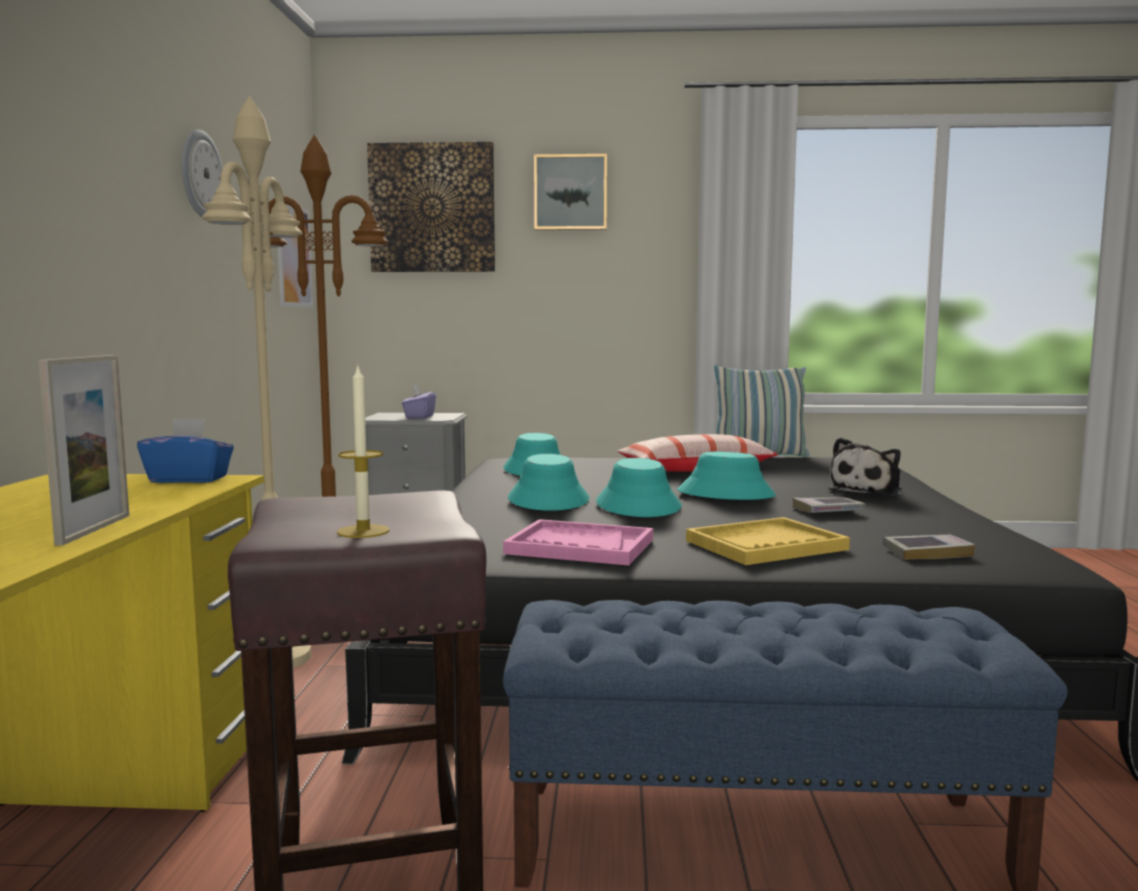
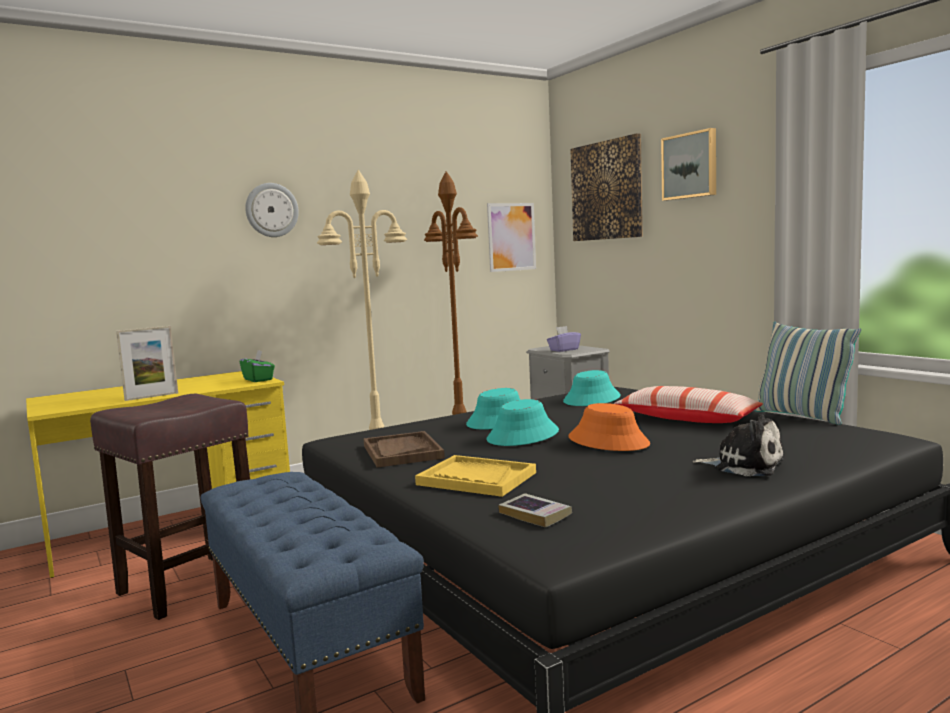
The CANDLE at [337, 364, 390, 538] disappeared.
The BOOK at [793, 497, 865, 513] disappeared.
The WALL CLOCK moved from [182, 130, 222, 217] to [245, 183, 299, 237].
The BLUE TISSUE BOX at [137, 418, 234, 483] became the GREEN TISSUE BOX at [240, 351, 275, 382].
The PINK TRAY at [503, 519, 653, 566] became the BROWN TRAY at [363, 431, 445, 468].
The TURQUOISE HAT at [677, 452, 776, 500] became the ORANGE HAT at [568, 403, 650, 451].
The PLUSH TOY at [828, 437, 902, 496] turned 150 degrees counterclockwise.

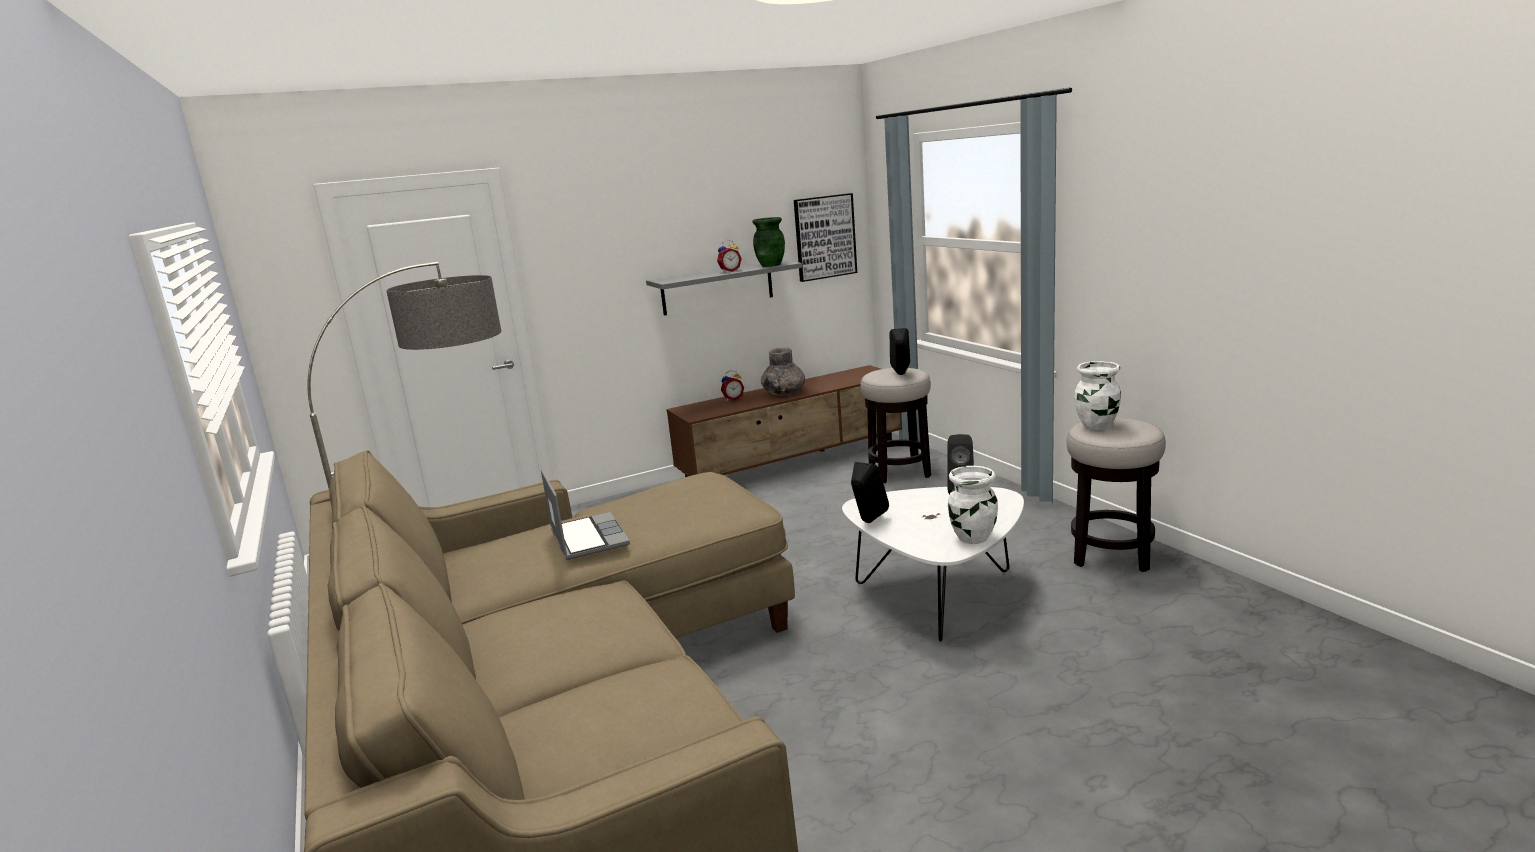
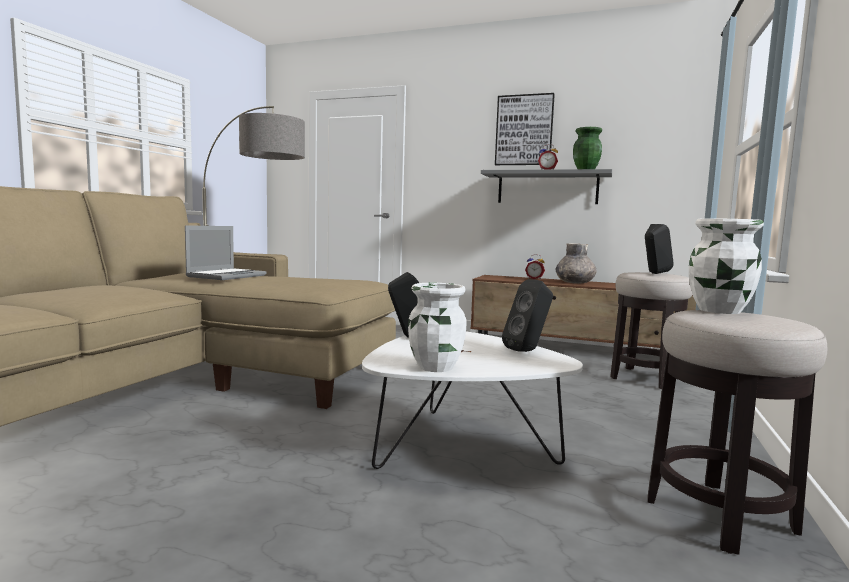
The PICTURE moved from [794, 193, 857, 282] to [495, 93, 555, 165].

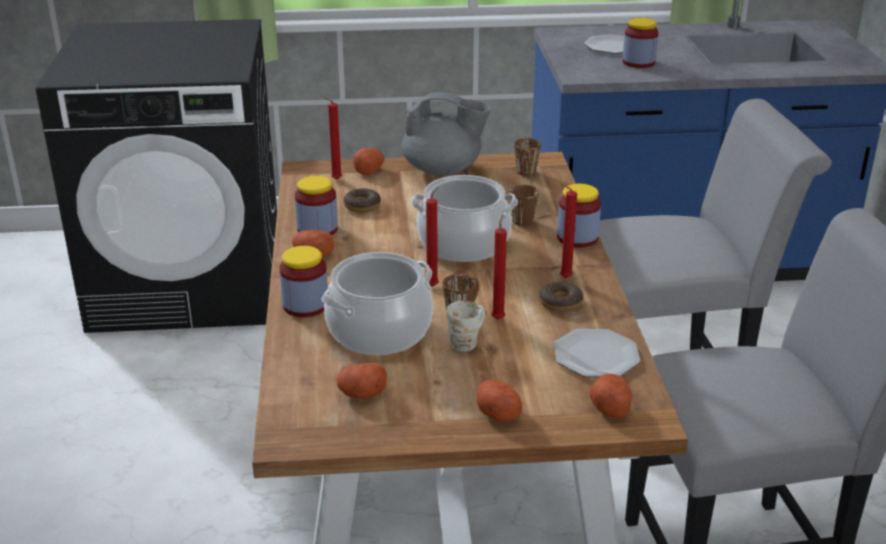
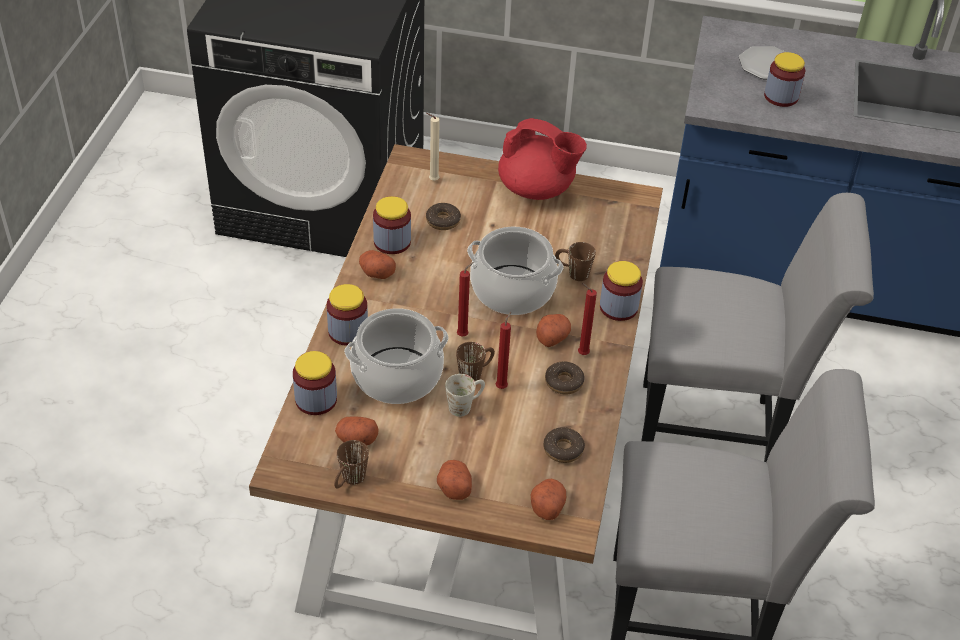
The JAR at [293, 351, 337, 415] appeared.
The POTATO moved from [353, 148, 384, 175] to [536, 314, 571, 347].
The BROWN MUG moved from [514, 138, 541, 176] to [334, 440, 369, 489].
The PLATE at [554, 329, 640, 377] was replaced by the DONUT at [543, 427, 585, 463].
The RED CANDLE at [324, 97, 342, 180] became the BEIGE CANDLE at [426, 113, 440, 181].
The GREY TEAPOT at [401, 92, 491, 176] became the RED TEAPOT at [498, 118, 587, 200].

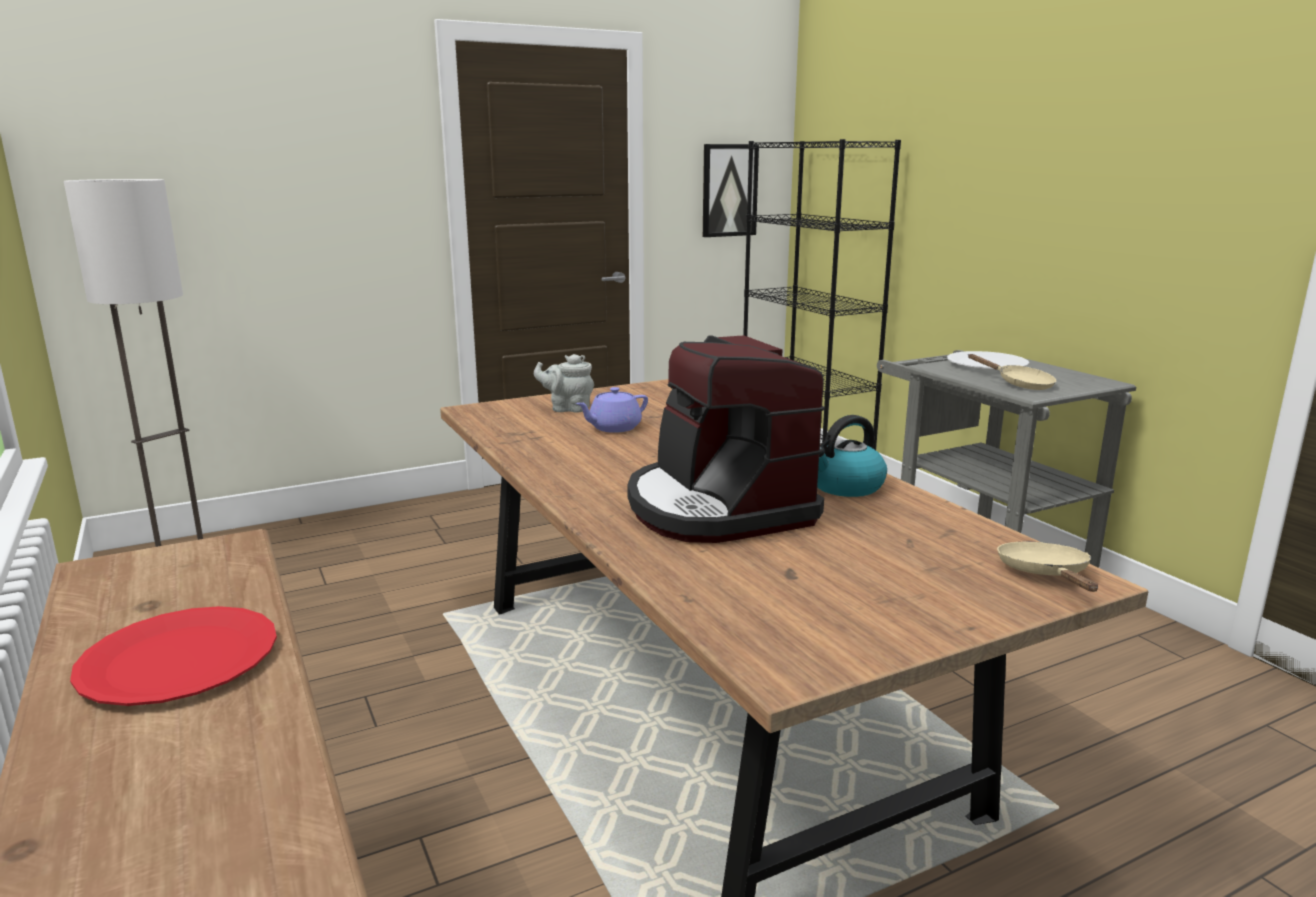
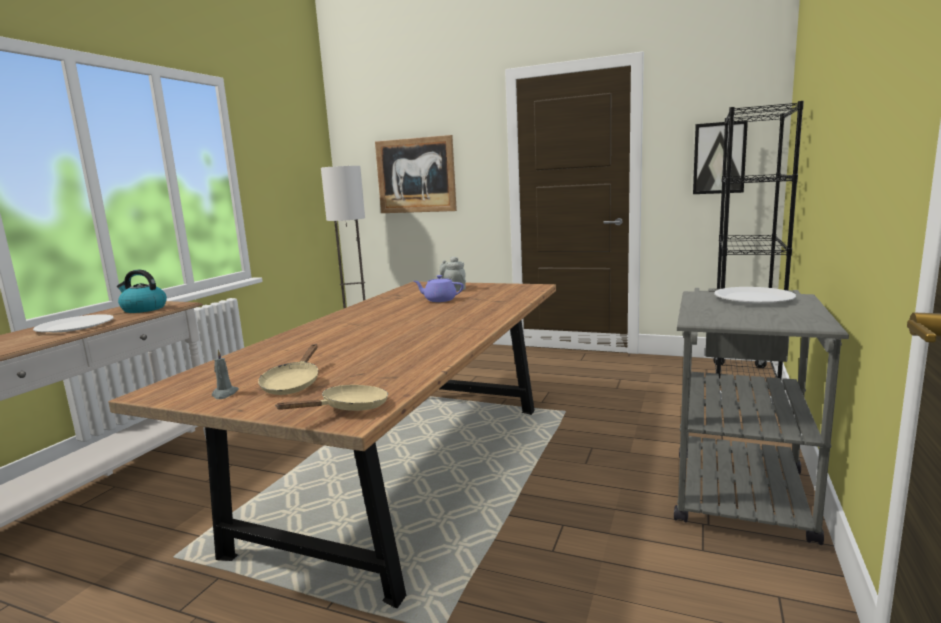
The COFFEE MACHINE at [627, 335, 824, 543] disappeared.
The GREY CANDLE at [212, 350, 239, 399] appeared.
The PICTURE at [375, 135, 457, 213] appeared.
The KETTLE moved from [817, 415, 887, 497] to [117, 270, 167, 313].
The BEIGE FRYING PAN moved from [968, 354, 1056, 390] to [258, 344, 318, 395].
The RED PLATE at [70, 606, 277, 706] became the WHITE PLATE at [33, 314, 113, 332].

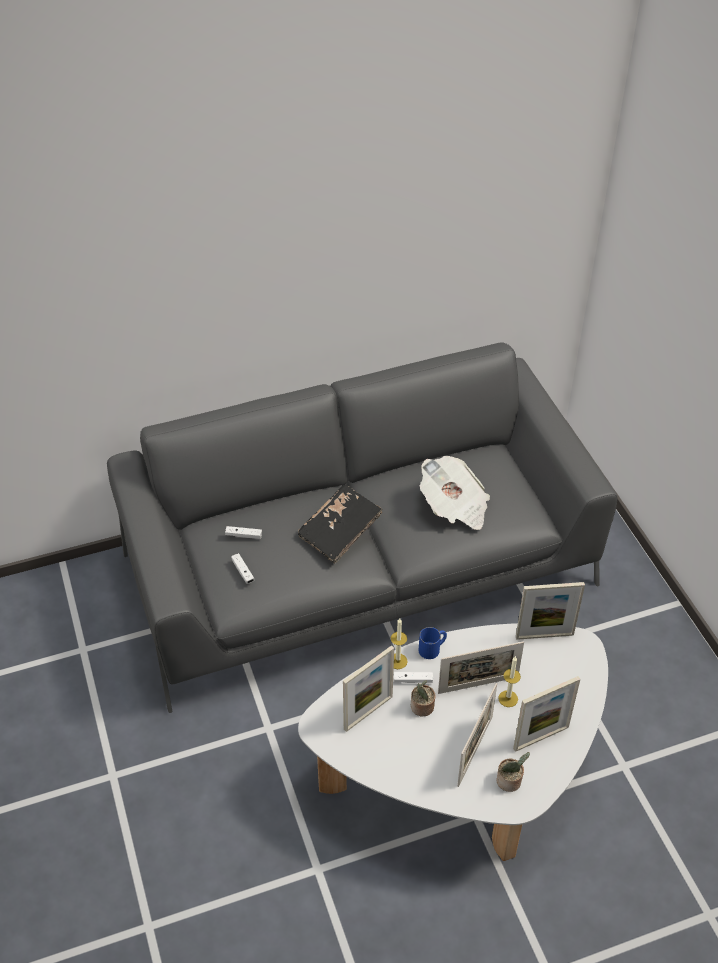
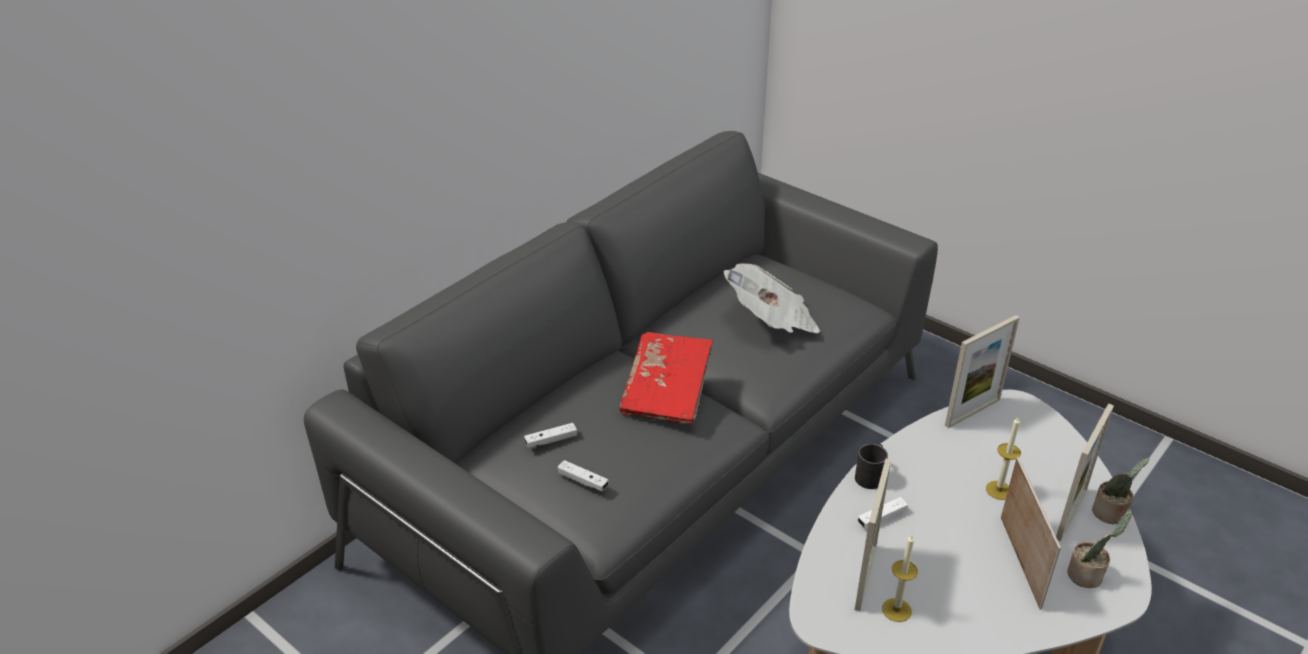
The PICTURE FRAME at [438, 641, 524, 694] disappeared.
The CANDLE moved from [391, 618, 408, 669] to [882, 535, 918, 622].
The POTTED PLANT moved from [411, 680, 436, 716] to [1092, 458, 1149, 524].
The BLACK BOOK at [298, 485, 383, 563] became the RED BOOK at [619, 332, 713, 425].
The BLUE MUG at [419, 627, 447, 659] became the BLACK MUG at [855, 444, 888, 489].

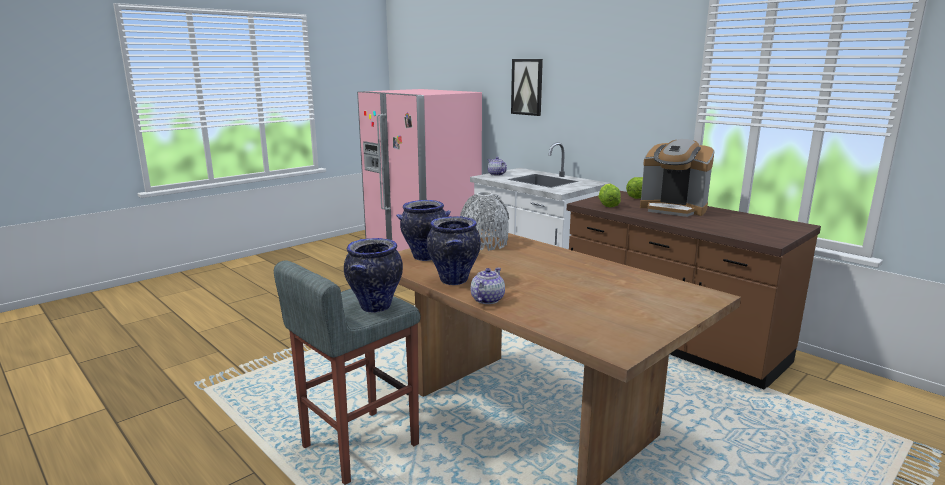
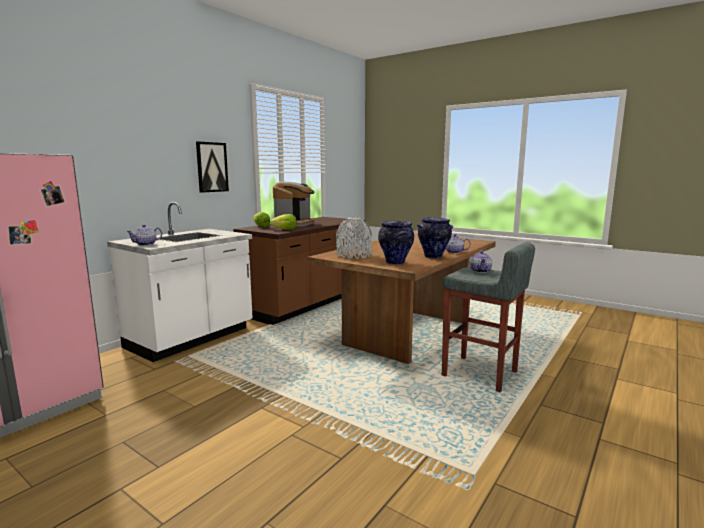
The PICTURE moved from [511, 59, 543, 116] to [196, 141, 229, 193].
The VASE at [344, 238, 403, 313] was replaced by the TEAPOT at [470, 251, 492, 273].

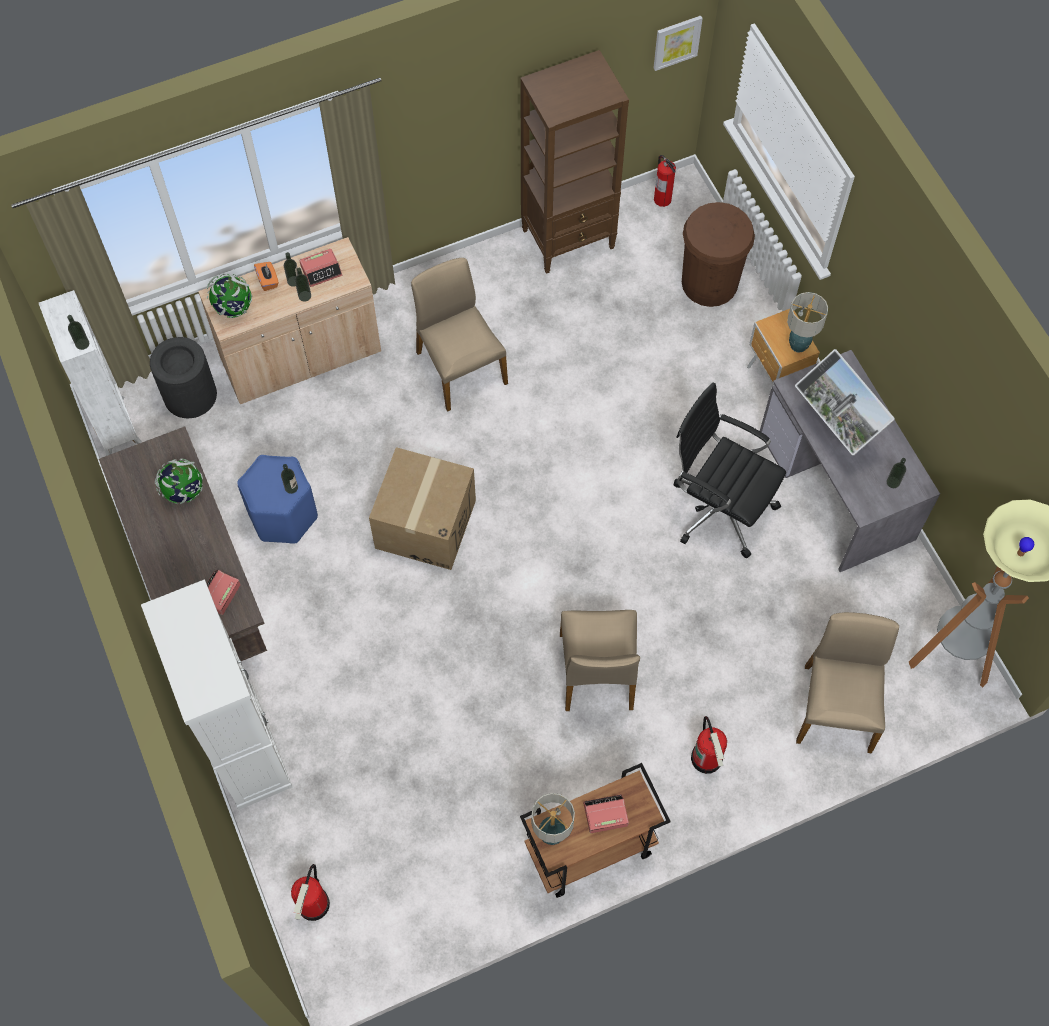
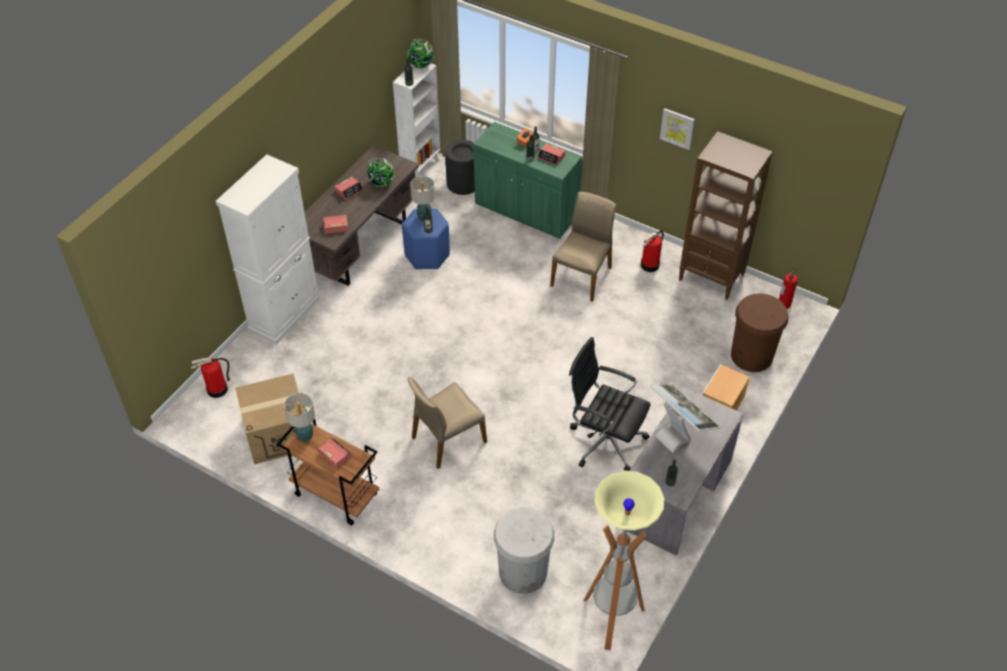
The ALARM CLOCK at [335, 176, 364, 200] appeared.
The GLOBE moved from [207, 273, 252, 318] to [407, 39, 434, 69].
The CARDBOARD BOX moved from [369, 447, 476, 570] to [235, 373, 303, 464].
The PICTURE moved from [654, 16, 703, 71] to [660, 108, 695, 150].
The FIRE EXTINGUISHER moved from [691, 716, 727, 774] to [641, 231, 664, 272].
The TABLE LAMP moved from [787, 292, 828, 353] to [410, 176, 435, 221].
The BEIGE CHAIR at [796, 612, 899, 754] was replaced by the WHITE TRASH CAN at [494, 508, 554, 594].
The BEIGE CABINET at [198, 237, 381, 404] became the GREEN CABINET at [474, 122, 582, 239].
The BLACK OFFICE CHAIR at [673, 383, 786, 559] turned 60 degrees counterclockwise.
The MONITOR at [795, 349, 895, 455] turned 120 degrees clockwise.

